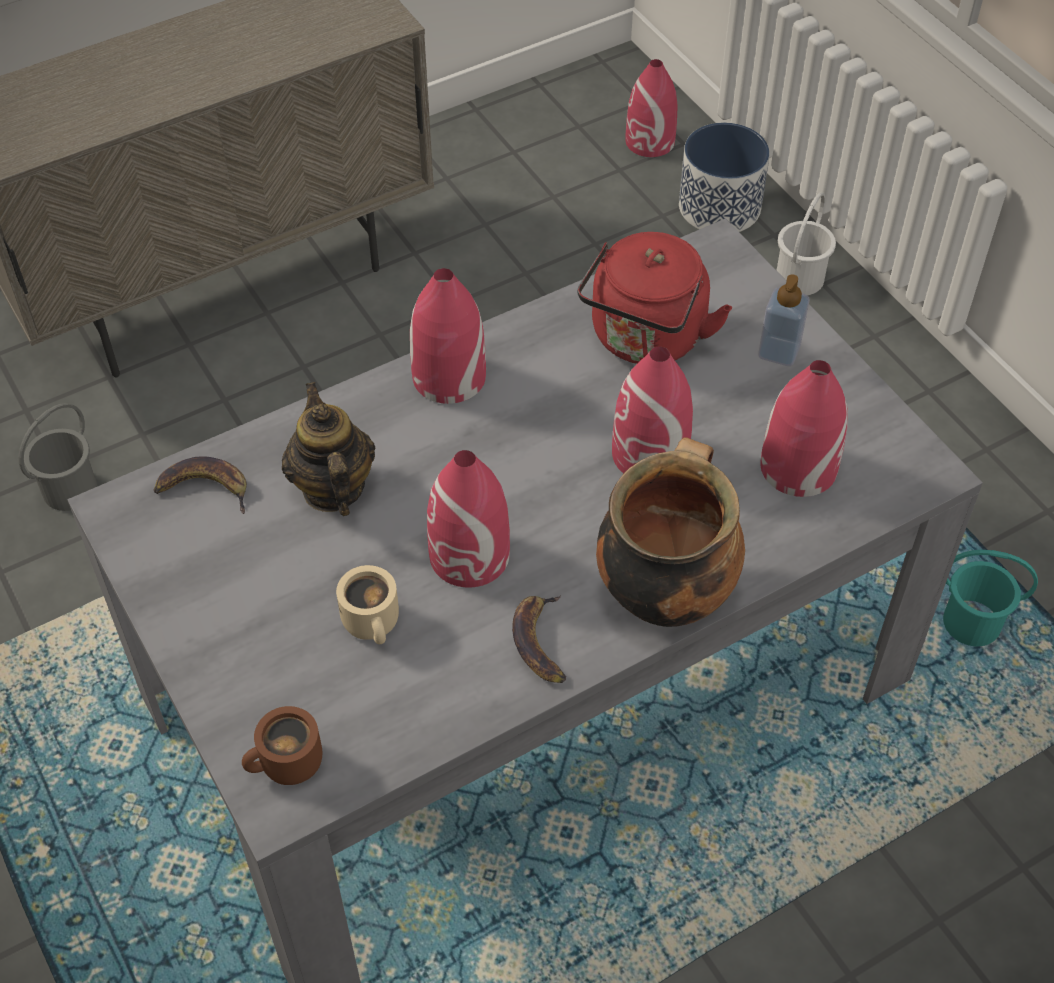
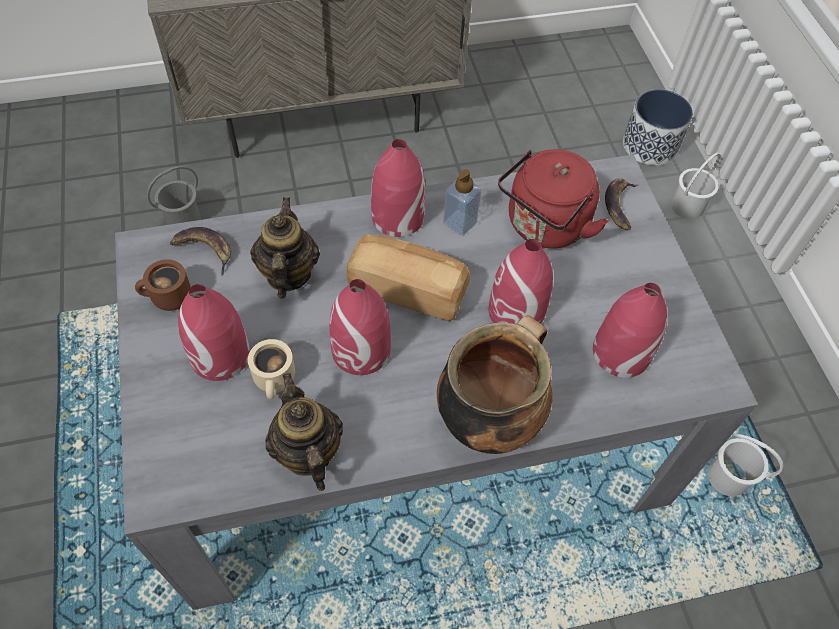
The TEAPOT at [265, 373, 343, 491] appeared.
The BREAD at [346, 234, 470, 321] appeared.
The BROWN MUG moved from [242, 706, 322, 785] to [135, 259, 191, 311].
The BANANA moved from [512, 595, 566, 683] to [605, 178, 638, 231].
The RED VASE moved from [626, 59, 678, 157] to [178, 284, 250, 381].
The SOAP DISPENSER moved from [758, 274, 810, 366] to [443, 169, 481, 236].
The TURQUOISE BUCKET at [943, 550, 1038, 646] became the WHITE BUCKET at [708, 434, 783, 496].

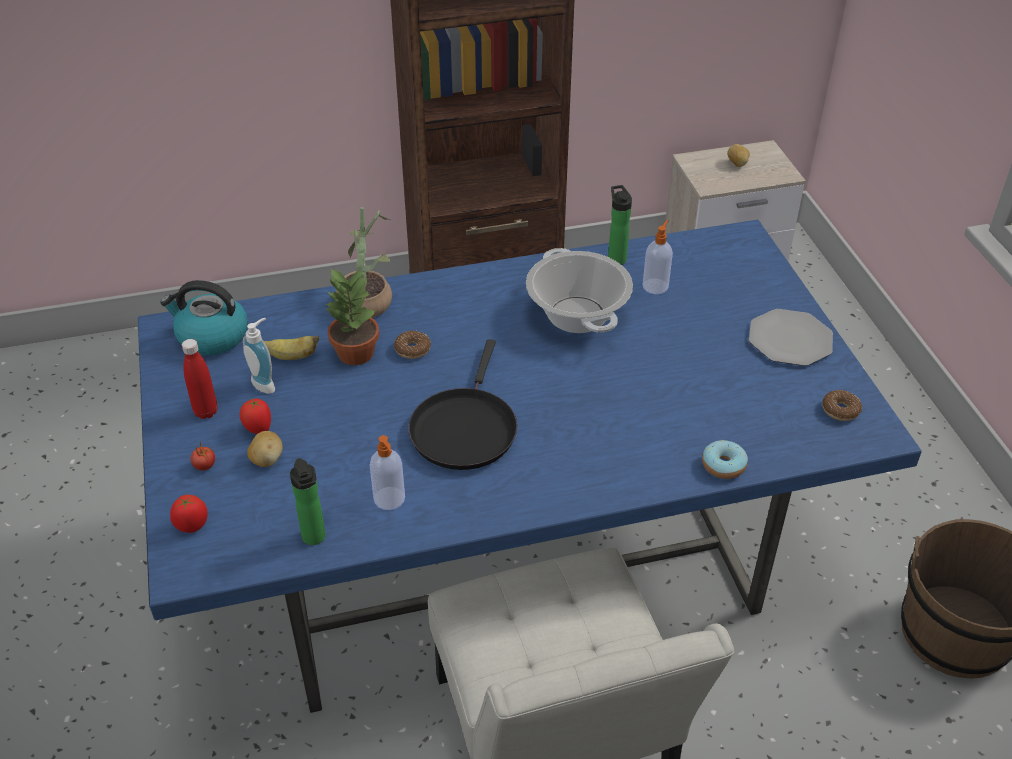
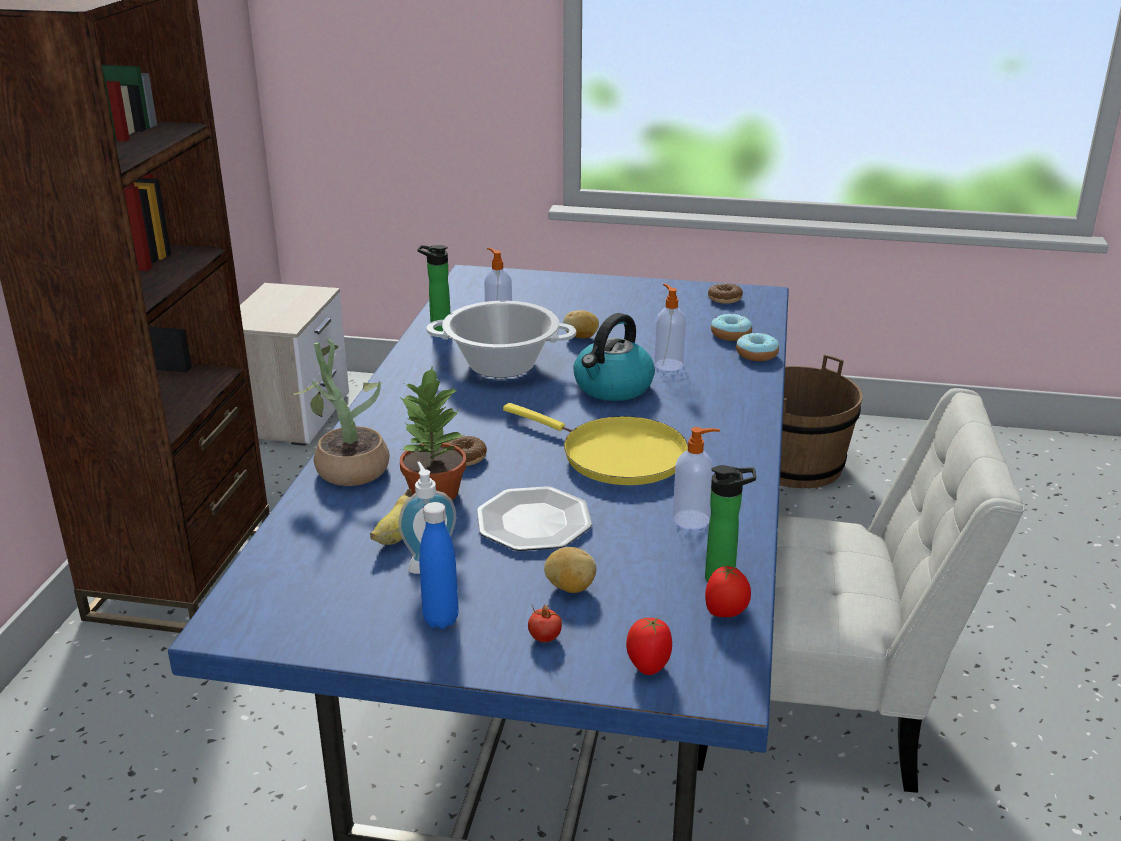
The SOAP DISPENSER at [654, 284, 686, 371] appeared.
The DONUT at [711, 314, 752, 341] appeared.
The KETTLE moved from [160, 280, 248, 355] to [573, 313, 655, 401].
The TOMATO moved from [240, 398, 271, 434] to [705, 566, 751, 617].
The POTATO moved from [727, 144, 750, 167] to [563, 310, 599, 338].
The PLATE moved from [749, 309, 833, 366] to [477, 486, 592, 551].
The RED BOTTLE at [182, 339, 218, 419] became the BLUE BOTTLE at [419, 502, 459, 629].
The BLACK FRYING PAN at [409, 339, 517, 470] became the YELLOW FRYING PAN at [503, 403, 688, 485].

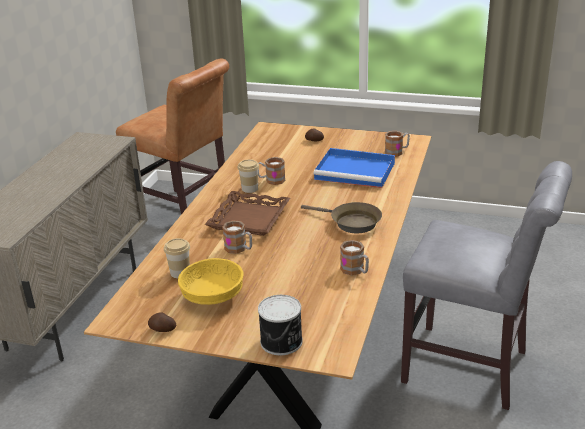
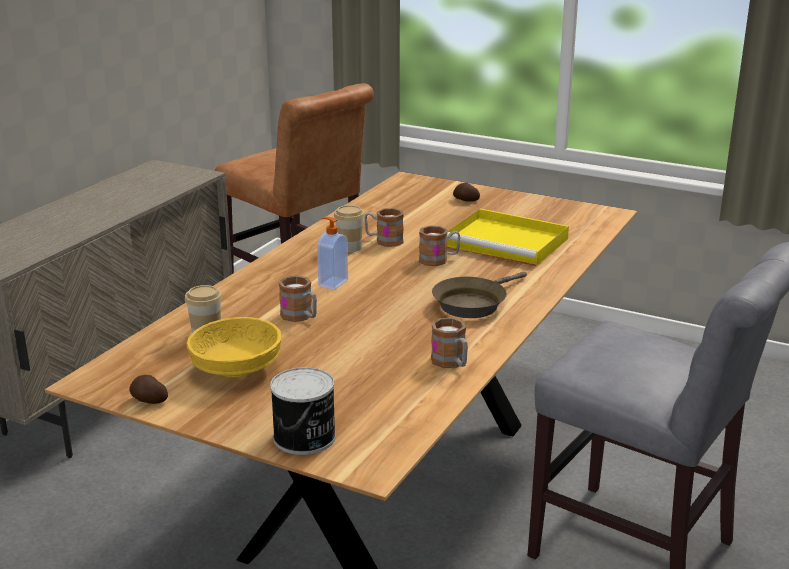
The MUG moved from [385, 131, 410, 157] to [419, 225, 460, 266].
The BROWN TRAY at [205, 191, 290, 236] was replaced by the SOAP DISPENSER at [317, 217, 348, 290].
The BLUE TRAY at [313, 148, 395, 188] became the YELLOW TRAY at [447, 209, 569, 266].
The BROWN FRYING PAN at [301, 202, 382, 233] turned 90 degrees clockwise.

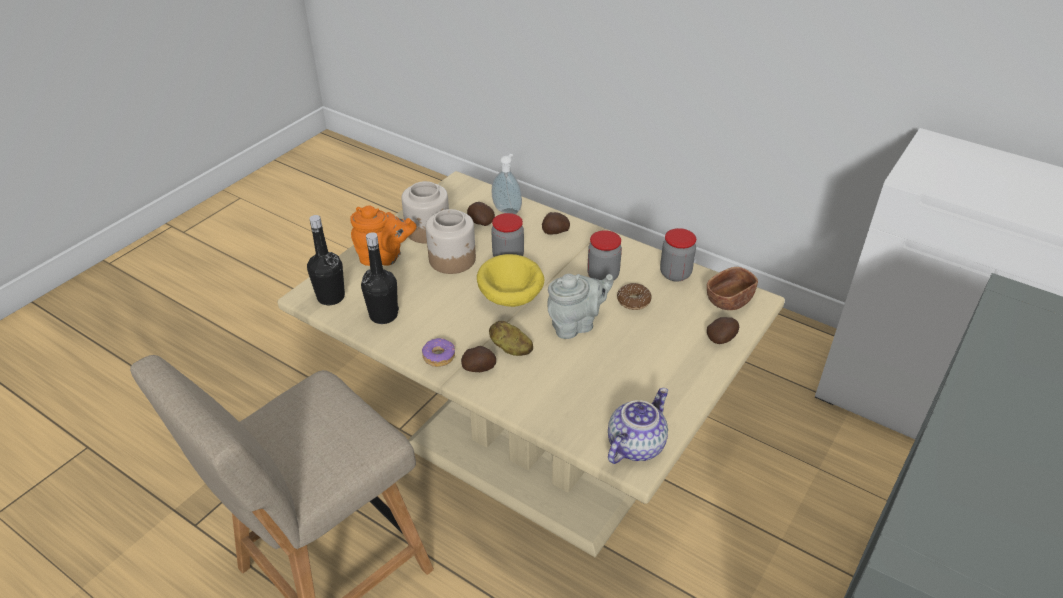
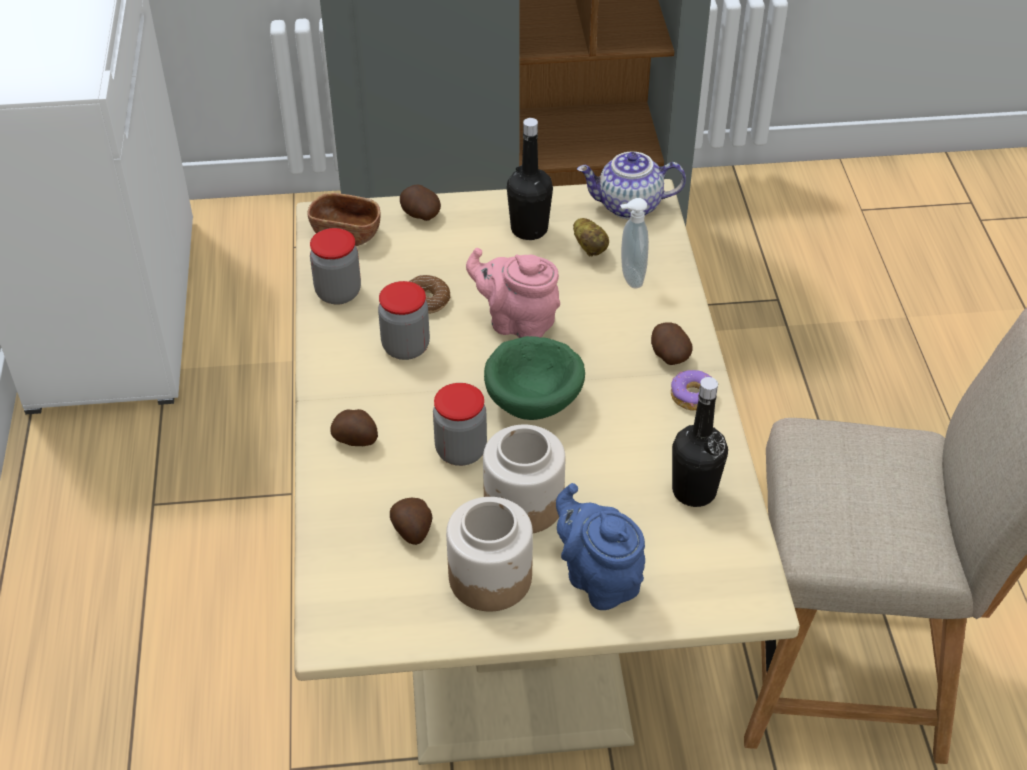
The BLACK BOTTLE moved from [307, 215, 345, 305] to [507, 118, 553, 240].
The POTATO moved from [489, 321, 533, 356] to [573, 218, 609, 256].
The SOAP DISPENSER moved from [492, 154, 522, 214] to [620, 198, 649, 288].
The ORANGE TEAPOT at [350, 206, 417, 266] became the BLUE TEAPOT at [556, 483, 645, 610].
The YELLOW BOWL at [477, 254, 544, 307] became the GREEN BOWL at [484, 336, 585, 420].
The GREY TEAPOT at [547, 274, 614, 339] became the PINK TEAPOT at [466, 248, 560, 338].

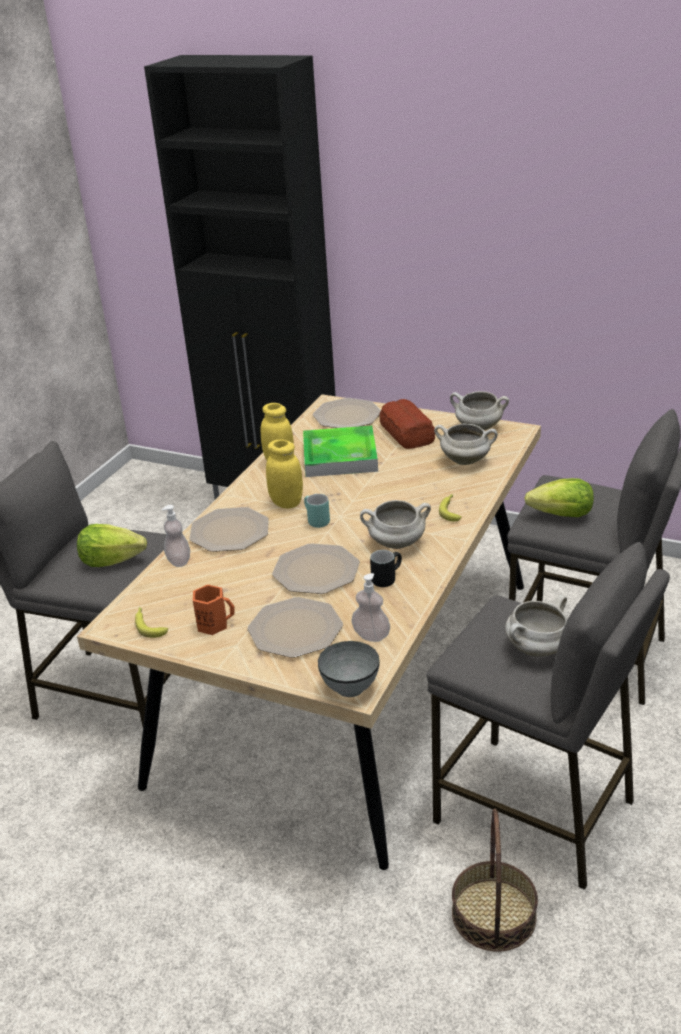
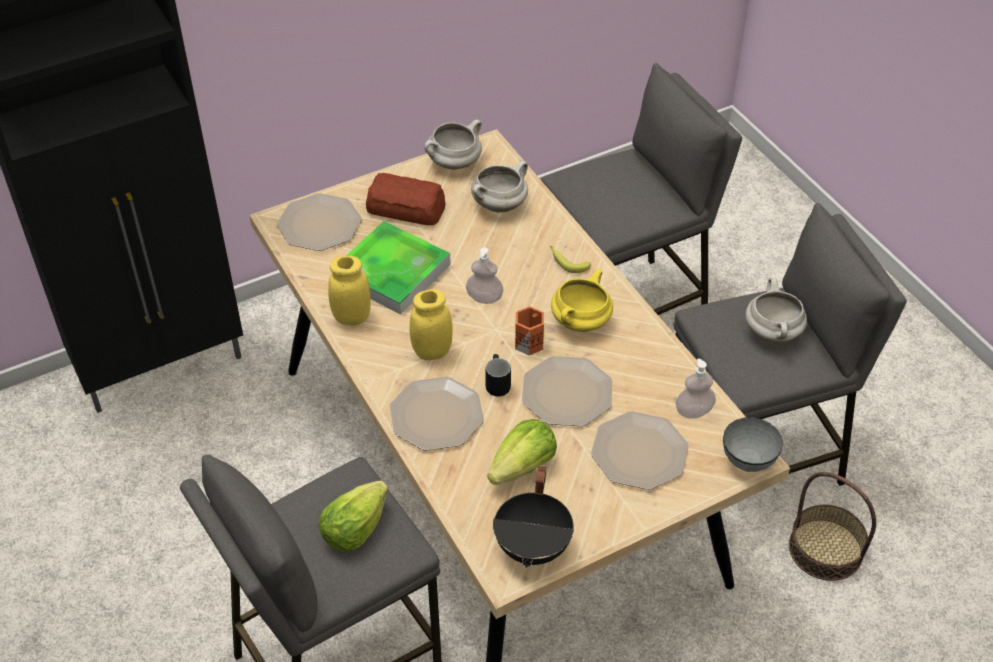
The TURQUOISE MUG at [304, 494, 330, 528] disappeared.
The SOAP DISPENSER moved from [162, 505, 190, 567] to [466, 247, 504, 304].
The ORANGE MUG moved from [193, 584, 235, 635] to [515, 306, 544, 355].
The BLACK MUG moved from [370, 550, 402, 587] to [485, 354, 511, 397].
The LETTUCE moved from [524, 478, 594, 517] to [487, 419, 557, 485].
The BANANA at [135, 607, 168, 638] was replaced by the BLACK COOKING POT at [493, 466, 574, 568].
The WHITE COOKING POT at [360, 500, 431, 549] became the YELLOW COOKING POT at [551, 269, 613, 332].

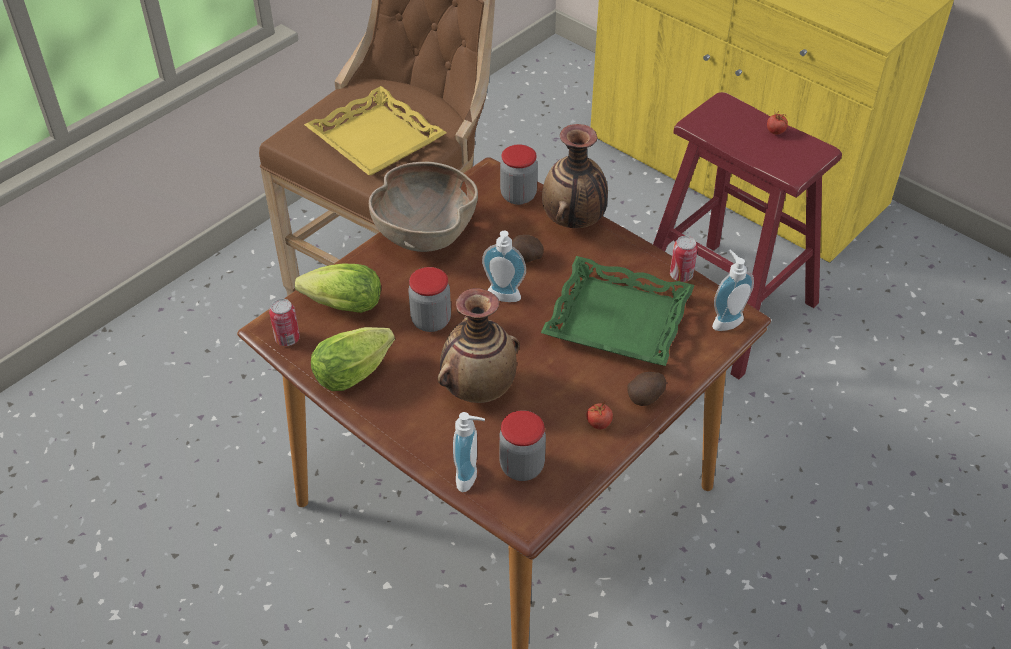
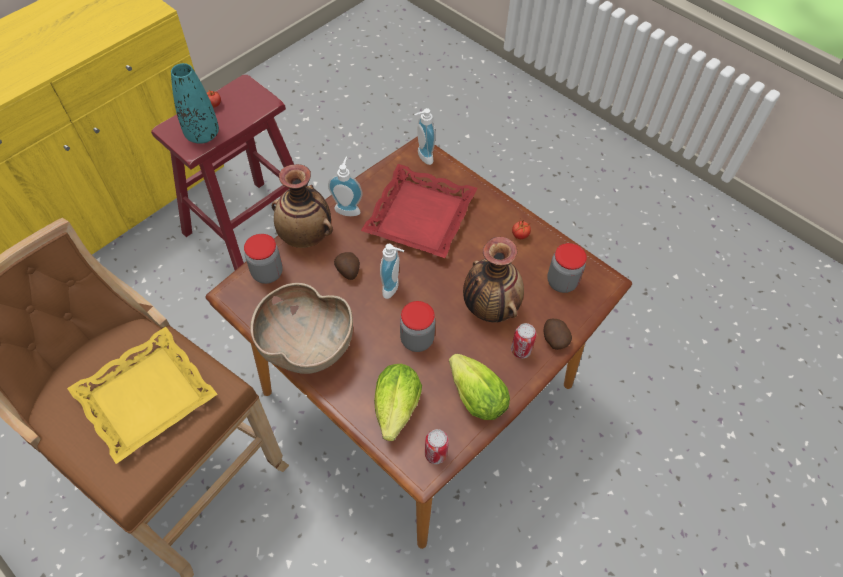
The TURQUOISE VASE at [171, 63, 219, 144] appeared.
The SOAP DISPENSER moved from [453, 412, 485, 492] to [328, 157, 363, 216].
The POTATO moved from [627, 372, 666, 406] to [543, 319, 572, 350].
The CAN moved from [670, 236, 698, 282] to [511, 323, 537, 358].
The GREEN TRAY at [541, 256, 695, 366] became the RED TRAY at [361, 164, 477, 258].

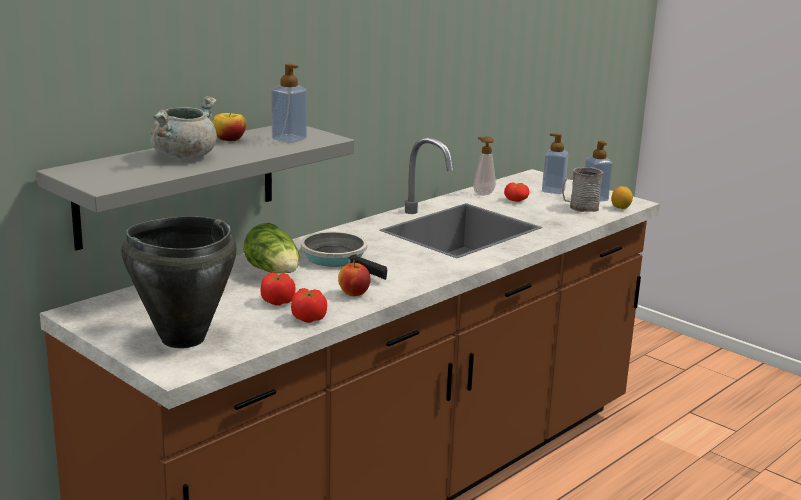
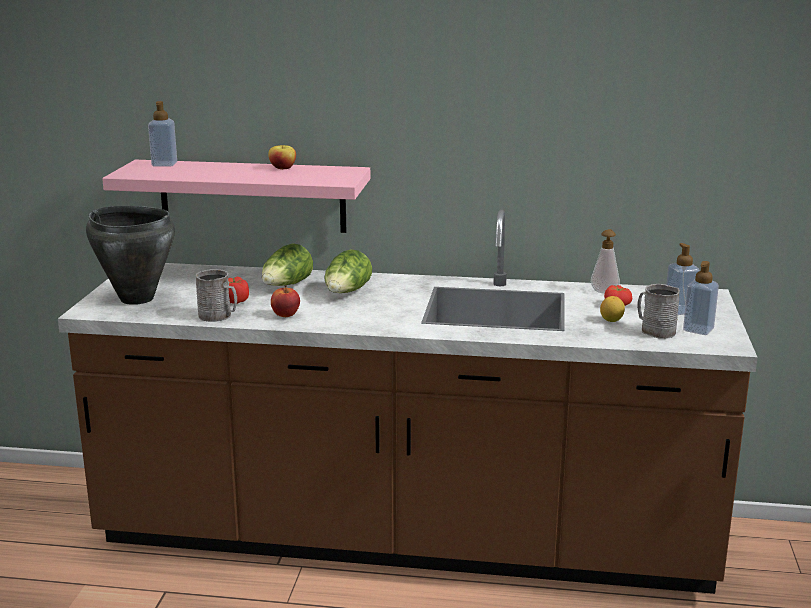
The GREY COOKING POT at [150, 96, 217, 159] disappeared.
The SOAP DISPENSER moved from [271, 64, 307, 143] to [148, 101, 177, 167].
The LEMON moved from [611, 186, 633, 209] to [600, 296, 625, 322].
The TOMATO at [291, 288, 327, 323] was replaced by the GREY MUG at [196, 269, 237, 322].
The FRYING PAN at [301, 231, 388, 280] was replaced by the LETTUCE at [324, 249, 372, 293].
The GREY SHELF at [37, 126, 354, 251] became the PINK SHELF at [102, 160, 370, 233].

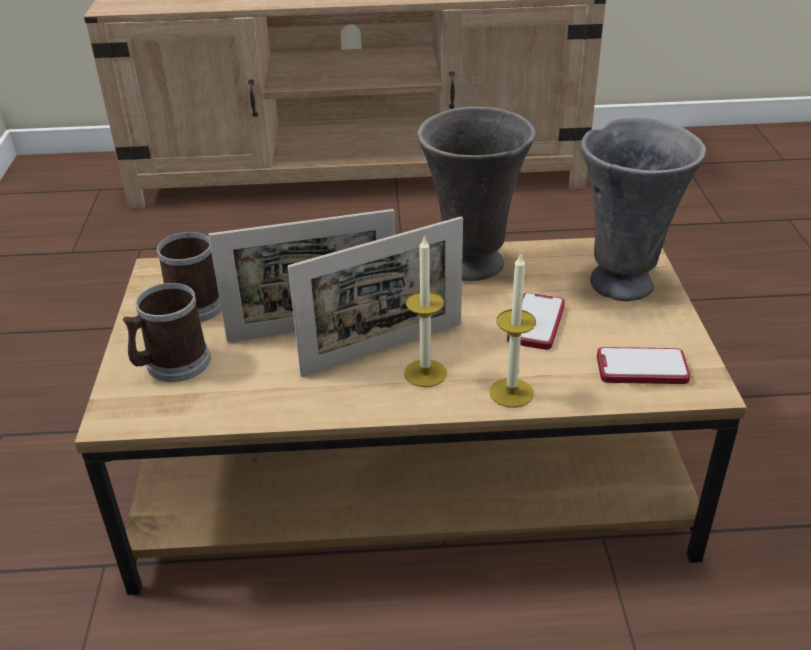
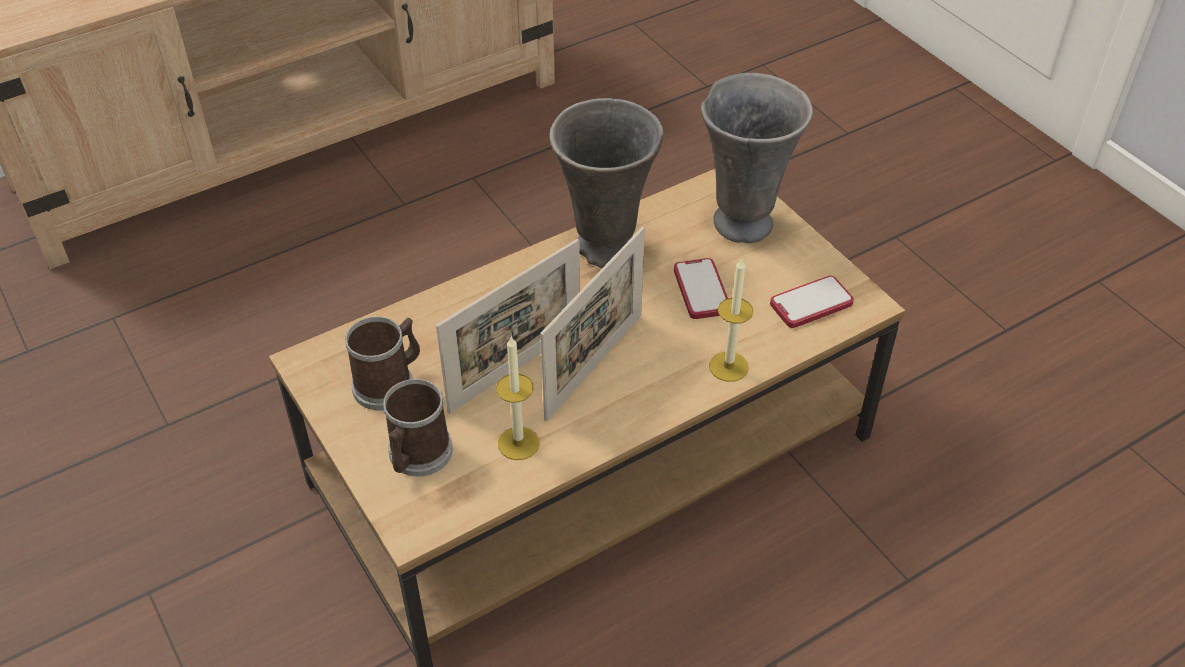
The CANDLE moved from [404, 236, 447, 387] to [496, 336, 540, 460].

